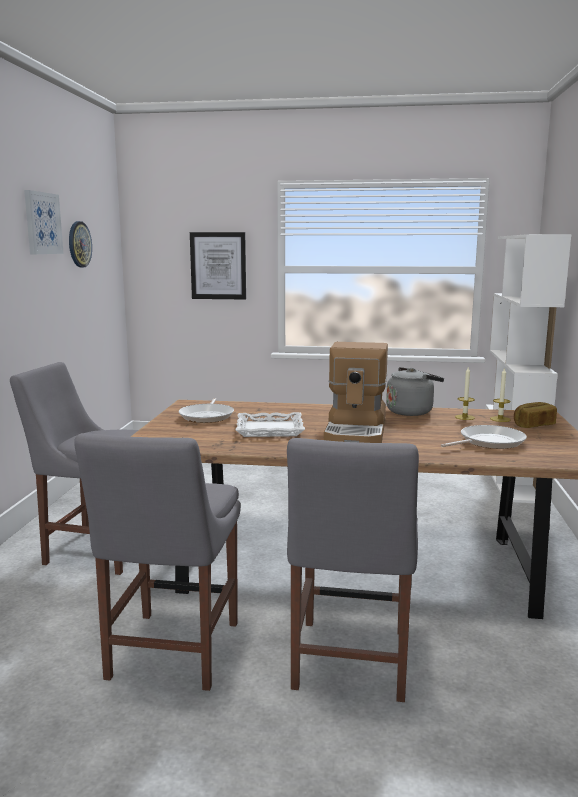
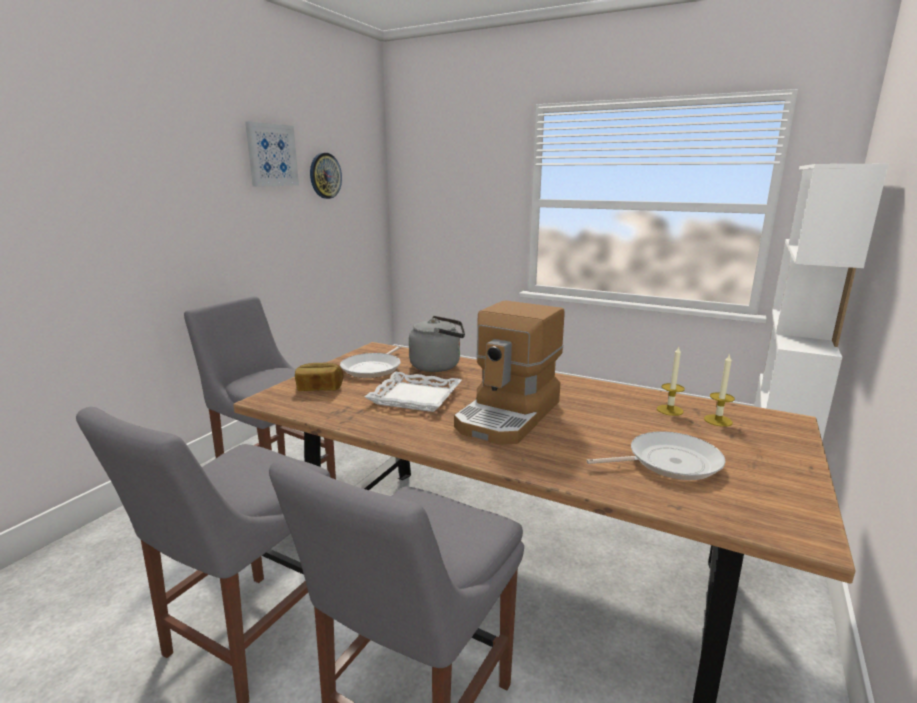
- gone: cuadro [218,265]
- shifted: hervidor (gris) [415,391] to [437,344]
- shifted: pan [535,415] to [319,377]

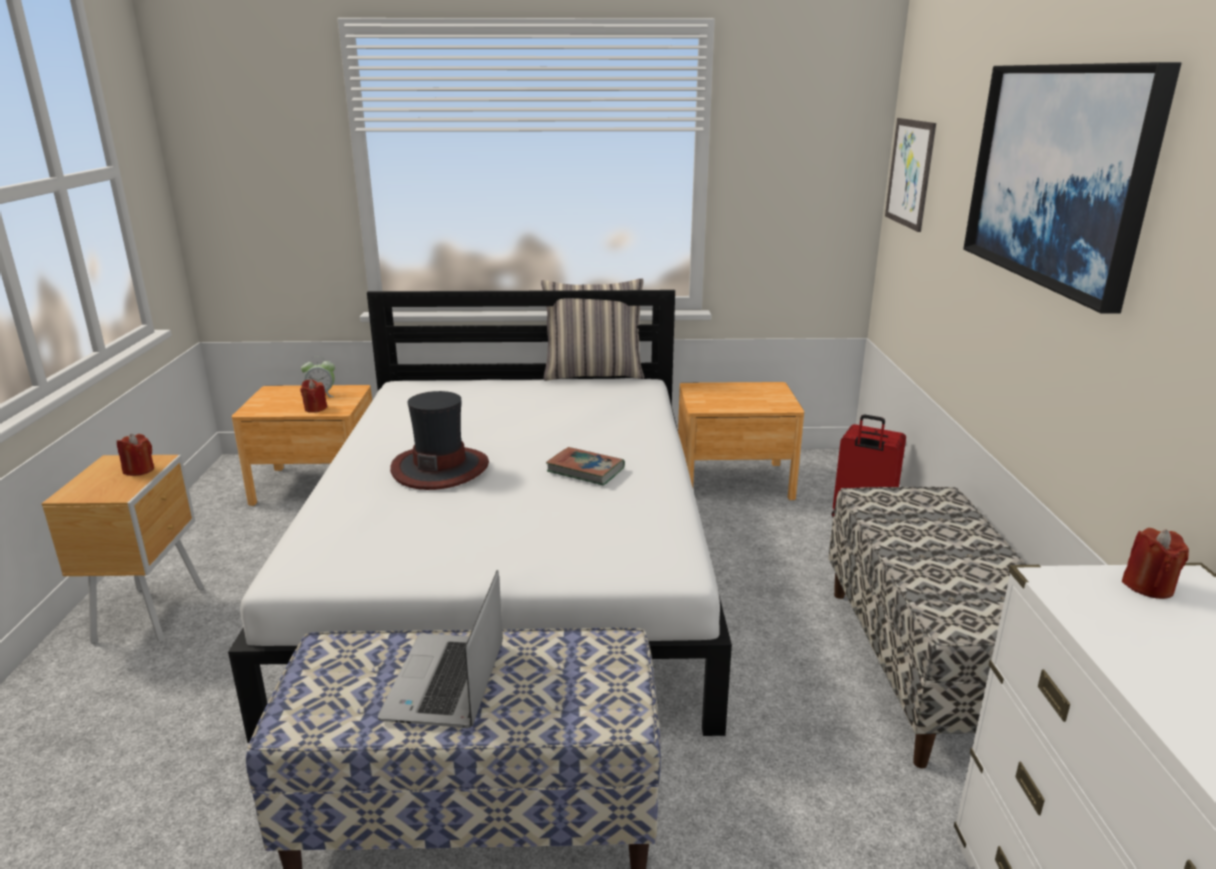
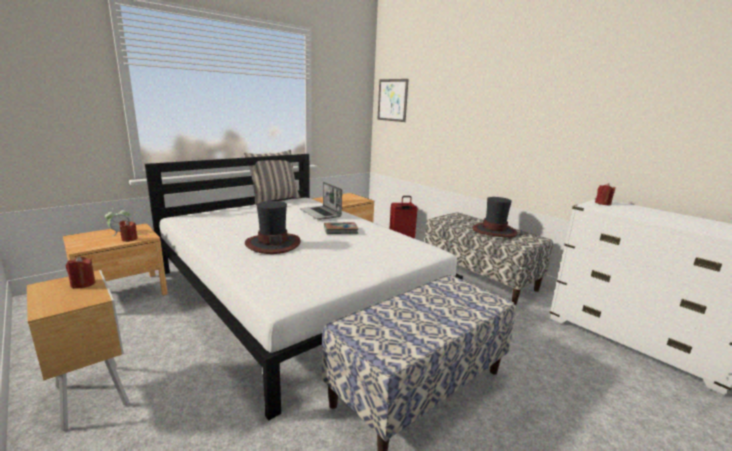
- gone: cuadro [1072,187]
- shifted: portátil [440,649] to [321,201]
- new: sombrero [495,217]

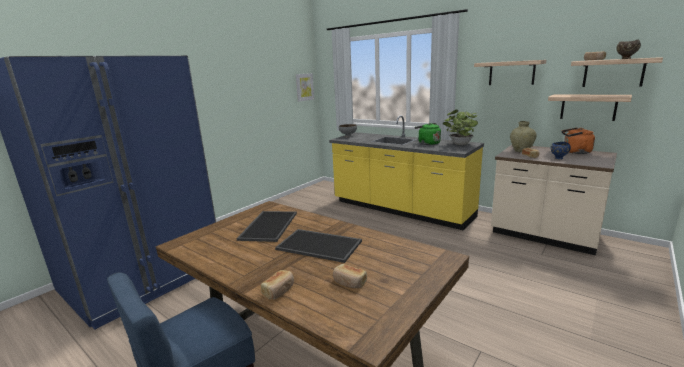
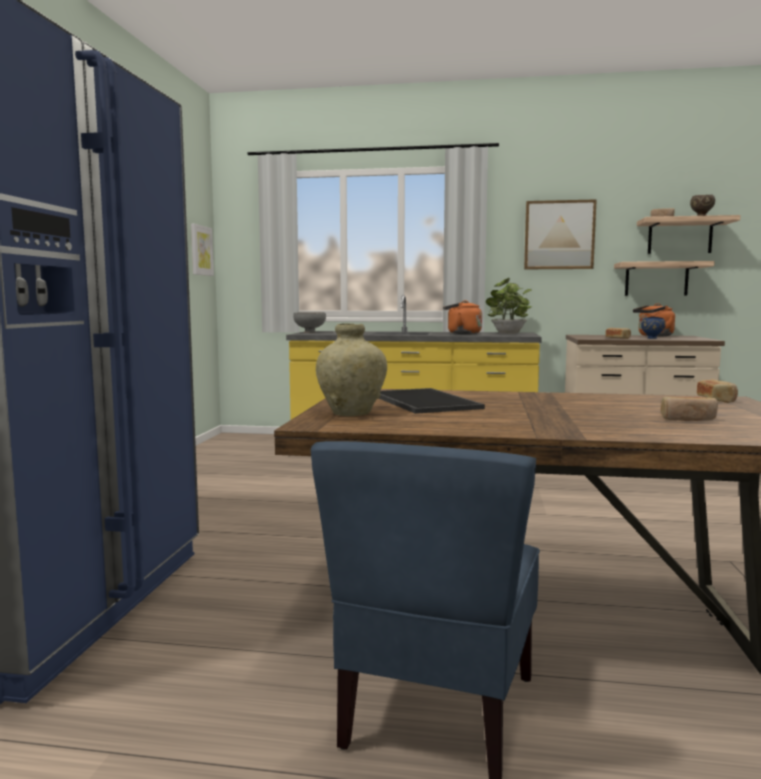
- swapped: estante [510,72] to cuadro [560,234]
- shifted: florero (beis) [523,136] to [351,369]
- repainted: hervidor (verde) [427,134] to hervidor (naranja) [462,317]
- gone: bandeja [318,246]
- shifted: pan [277,284] to [717,391]

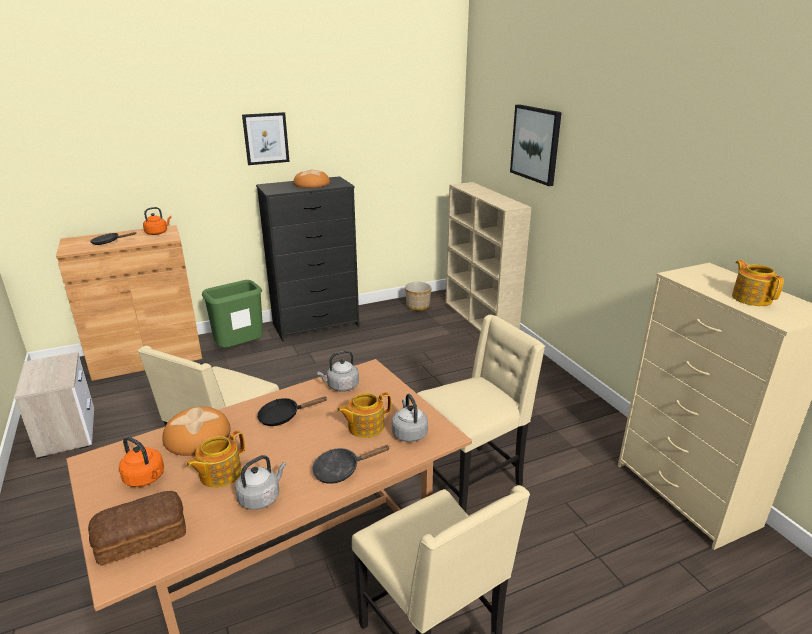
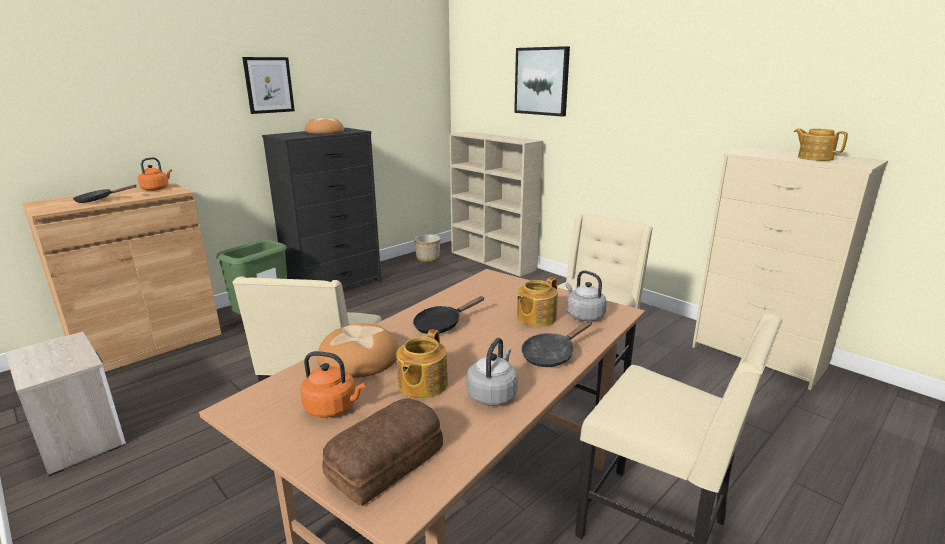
- gone: hervidor (gris) [338,371]

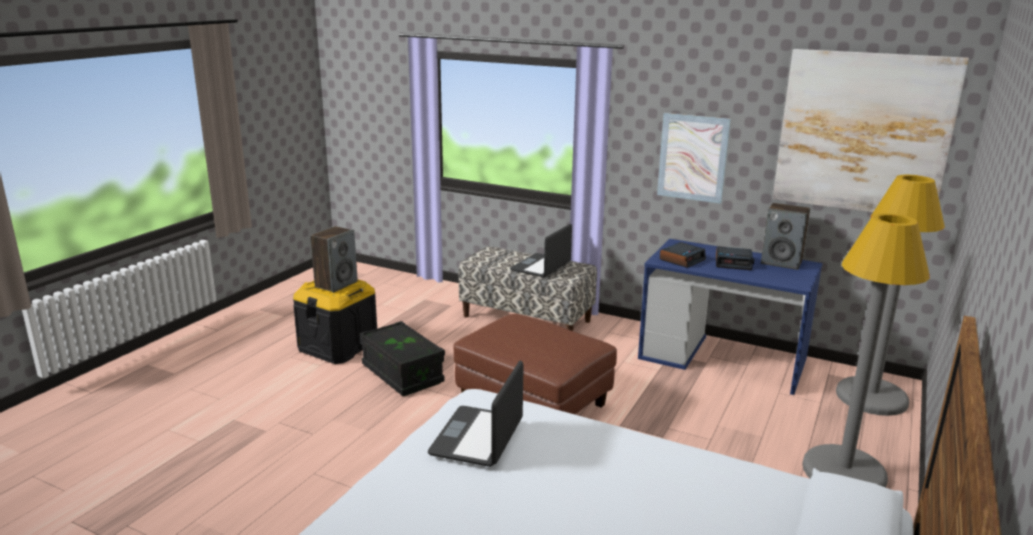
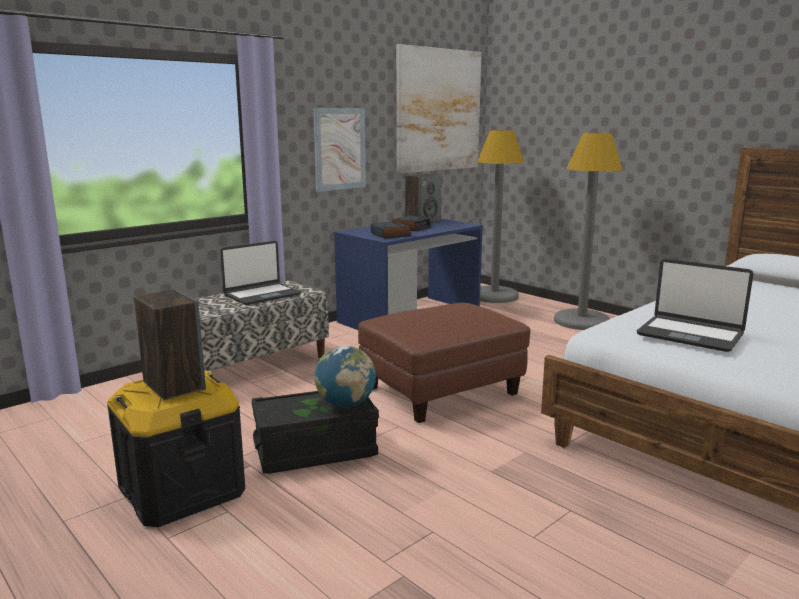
- rotated: portátil [541,251] = [260,273] 90 degrees counterclockwise
- new: globo terráqueo [345,376]

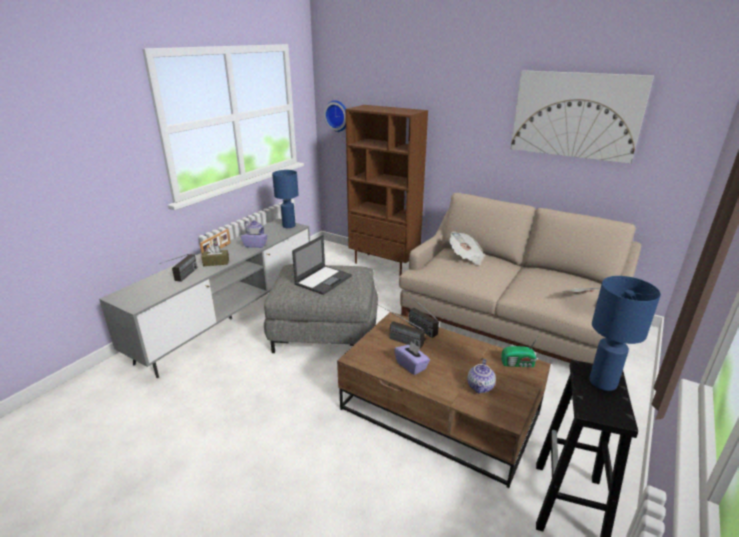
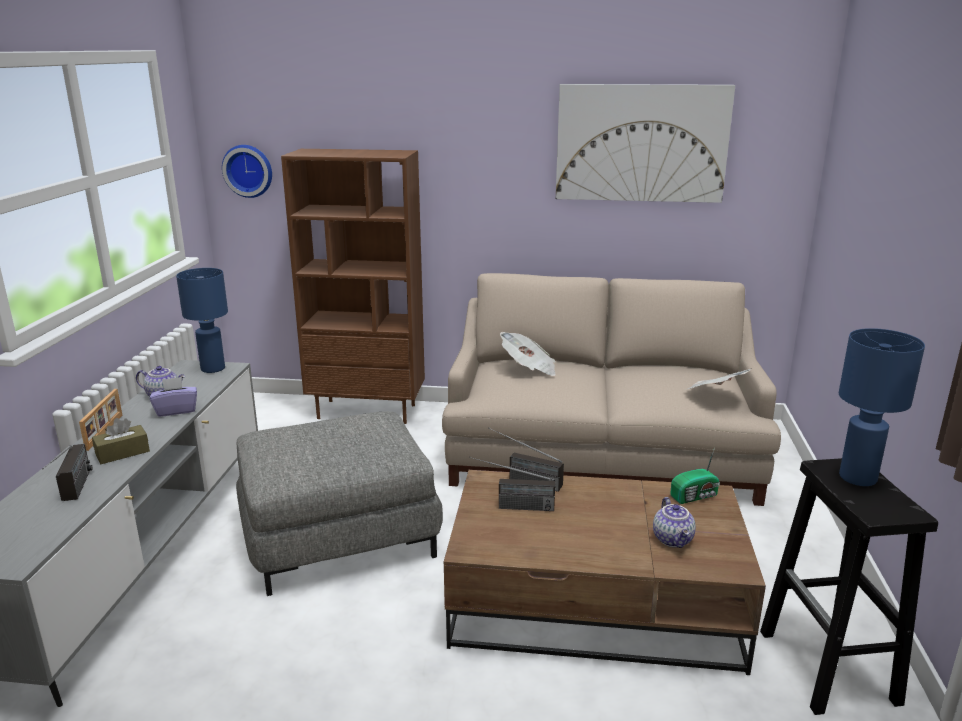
- gone: portátil [322,265]
- gone: caja de pañuelos (morado) [412,358]

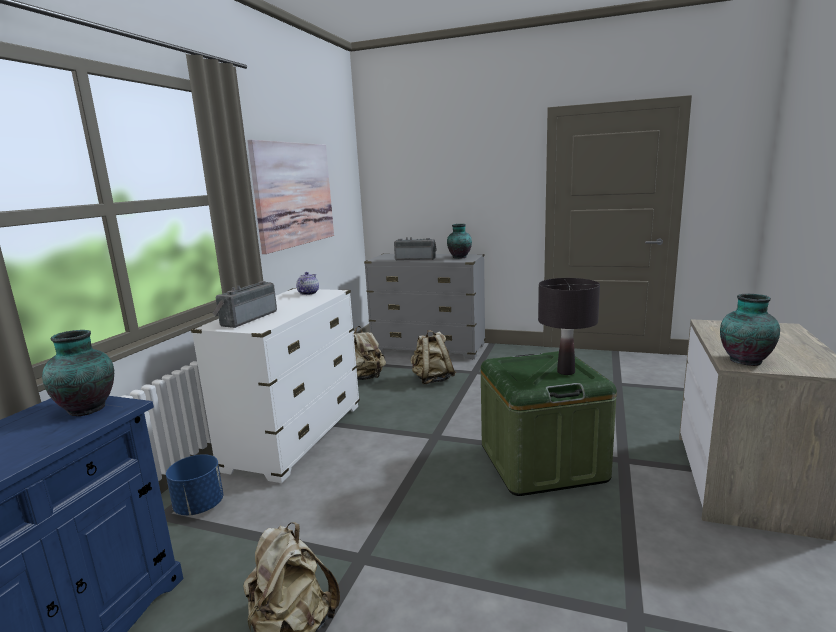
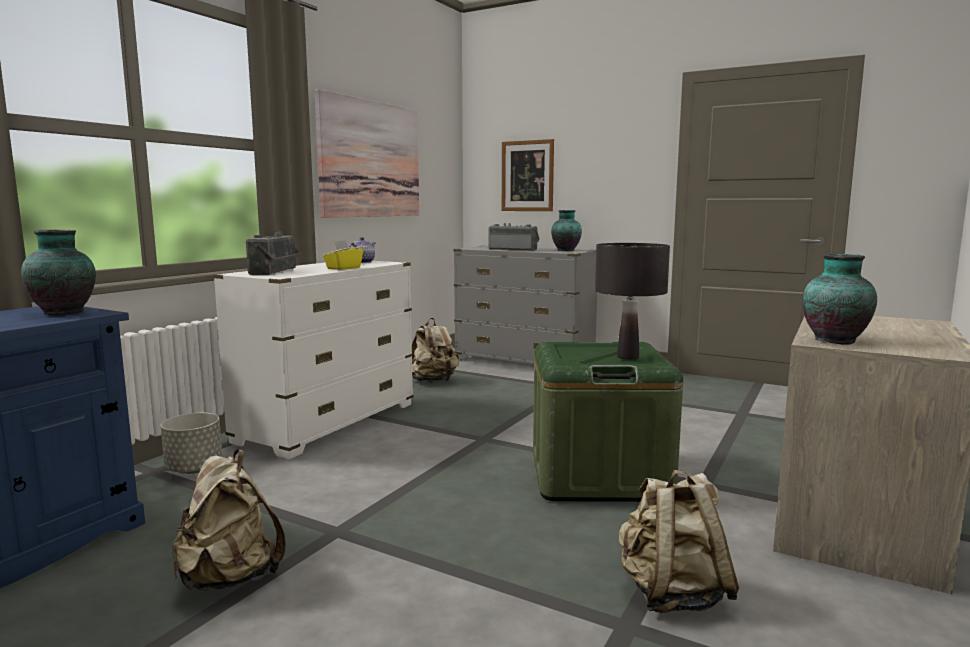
- rotated: radio [245,304] = [273,253] 150 degrees clockwise
- shifted: mochila (beis) [433,357] to [679,541]
- repainted: maceta (azul) [194,485] to maceta (gris) [191,443]
- new: cuadro [528,175]
- new: caja de pañuelos (amarillo) [343,255]

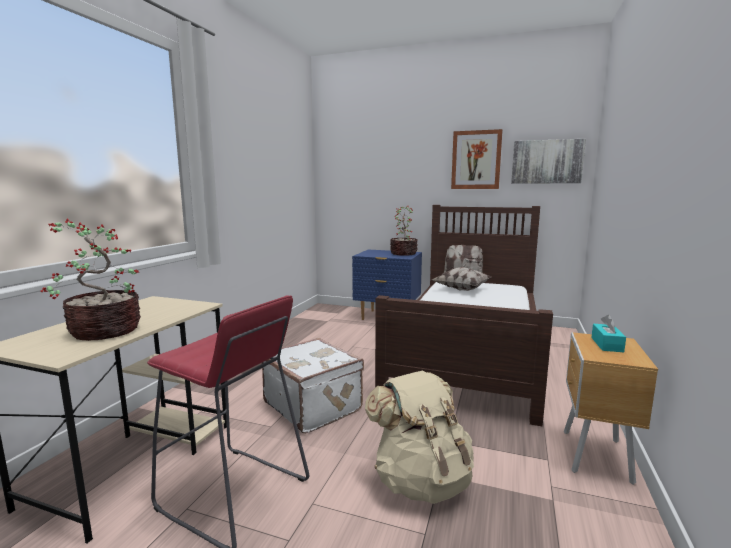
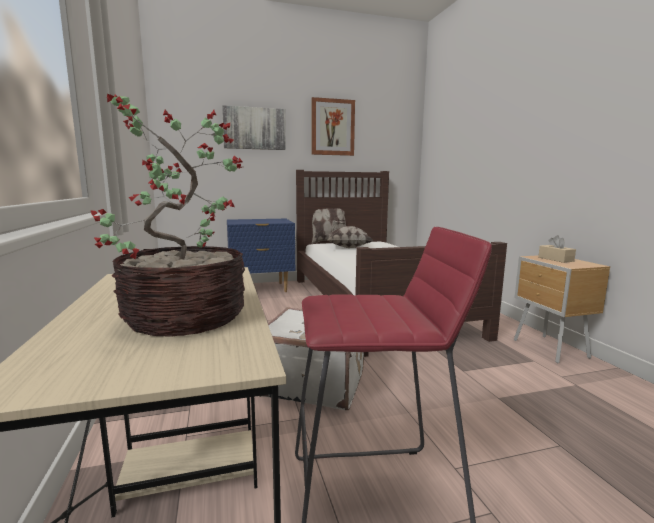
- shifted: cuadro [548,161] to [254,127]
- gone: planta en maceta [404,231]
- repainted: caja de pañuelos (turquesa) [608,333] to caja de pañuelos (beis) [557,249]
- gone: mochila (beis) [419,437]

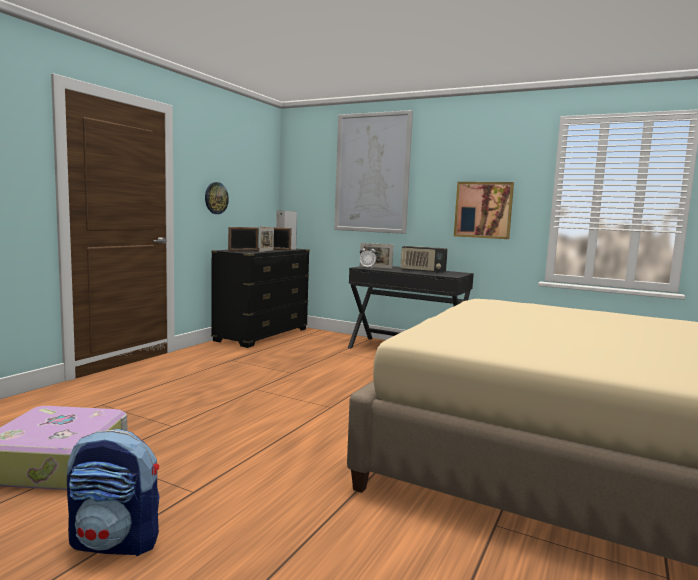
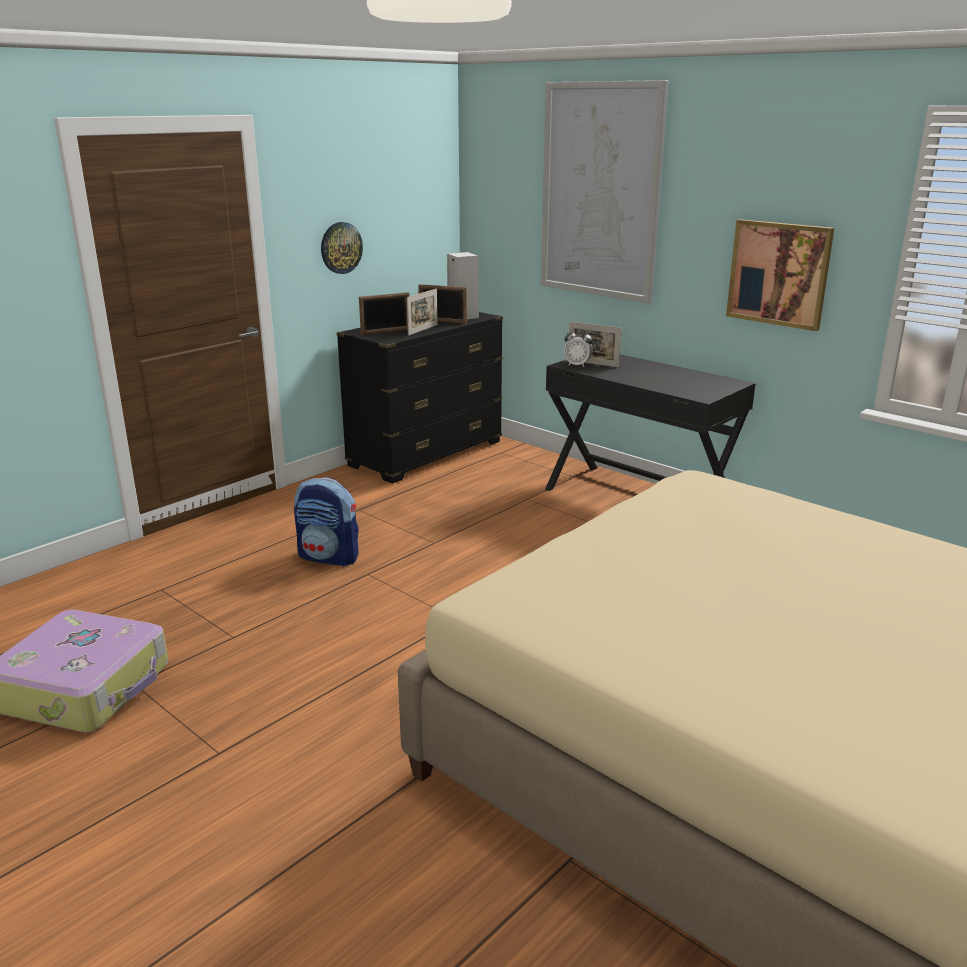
- gone: radio [424,259]
- shifted: mochila [113,492] to [326,522]

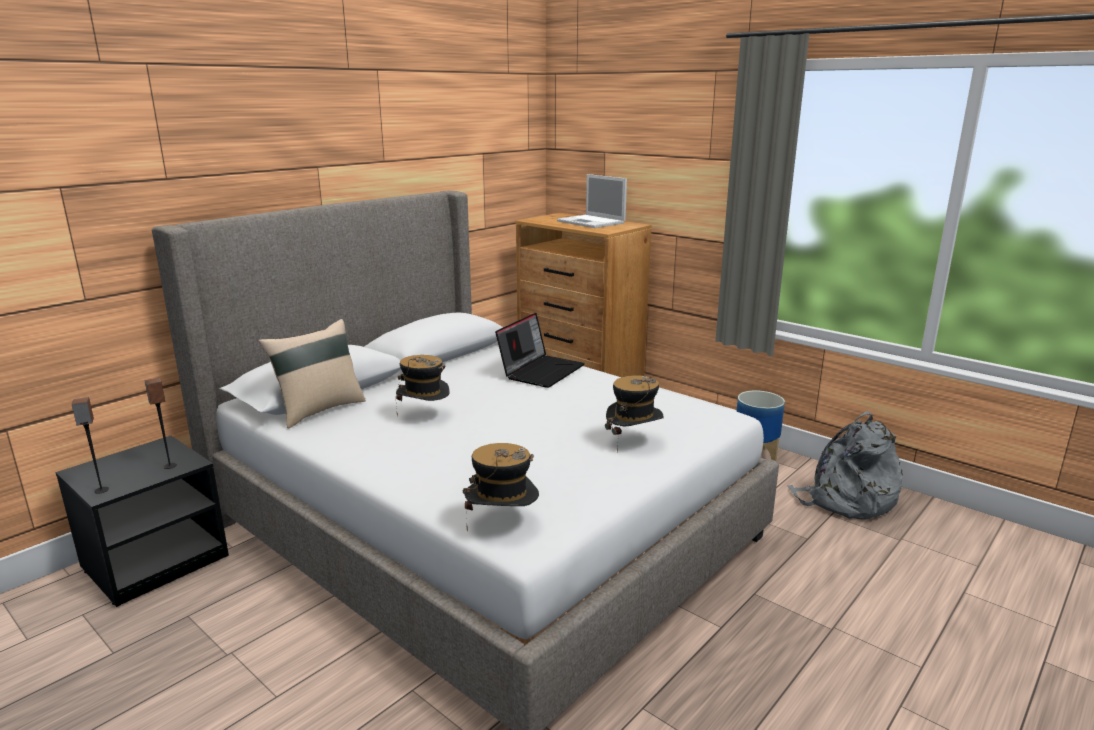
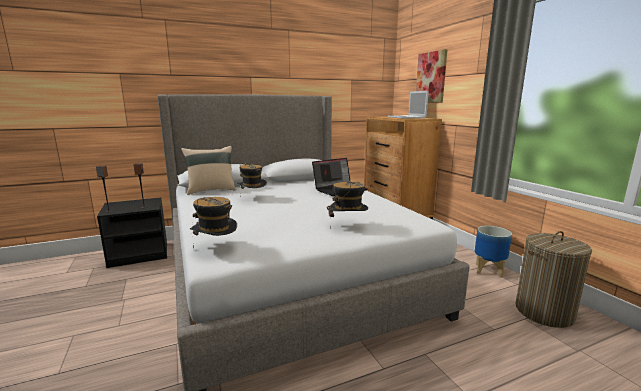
- swapped: mochila (gris) [845,465] to cesto de la ropa [554,279]
- new: cuadro [432,76]

